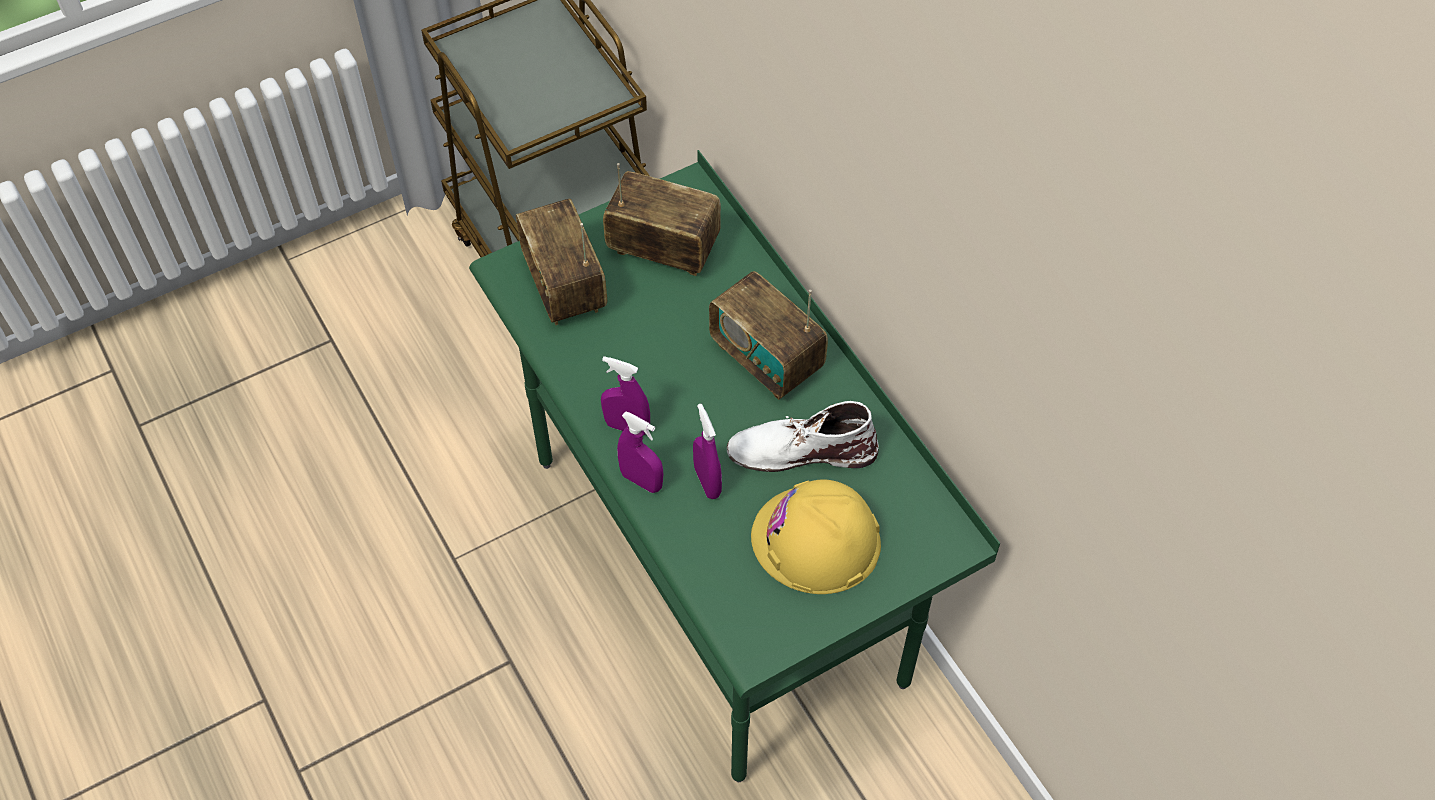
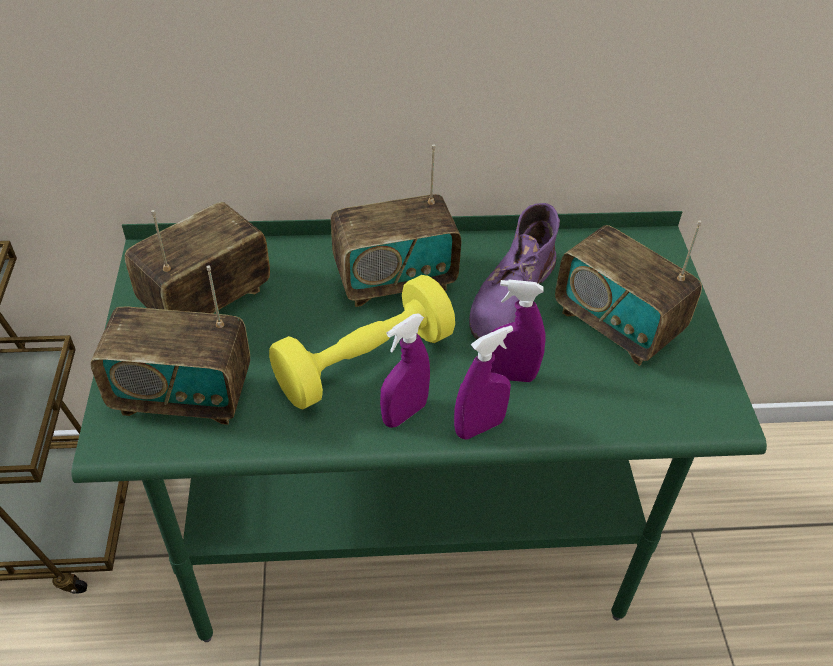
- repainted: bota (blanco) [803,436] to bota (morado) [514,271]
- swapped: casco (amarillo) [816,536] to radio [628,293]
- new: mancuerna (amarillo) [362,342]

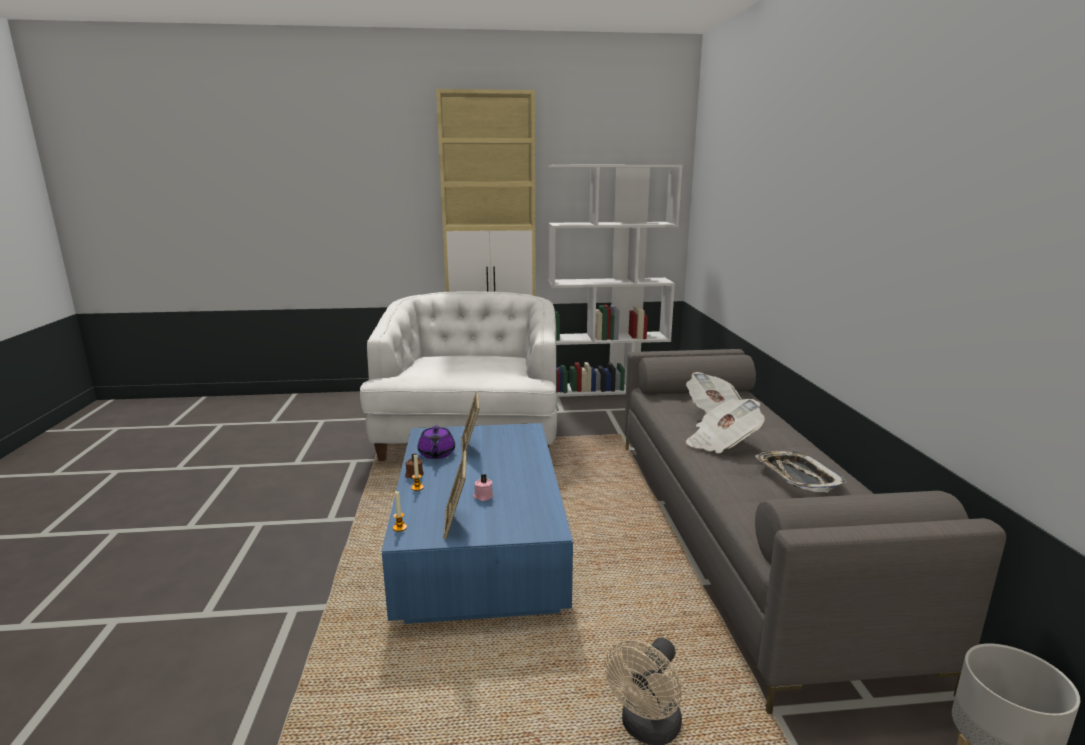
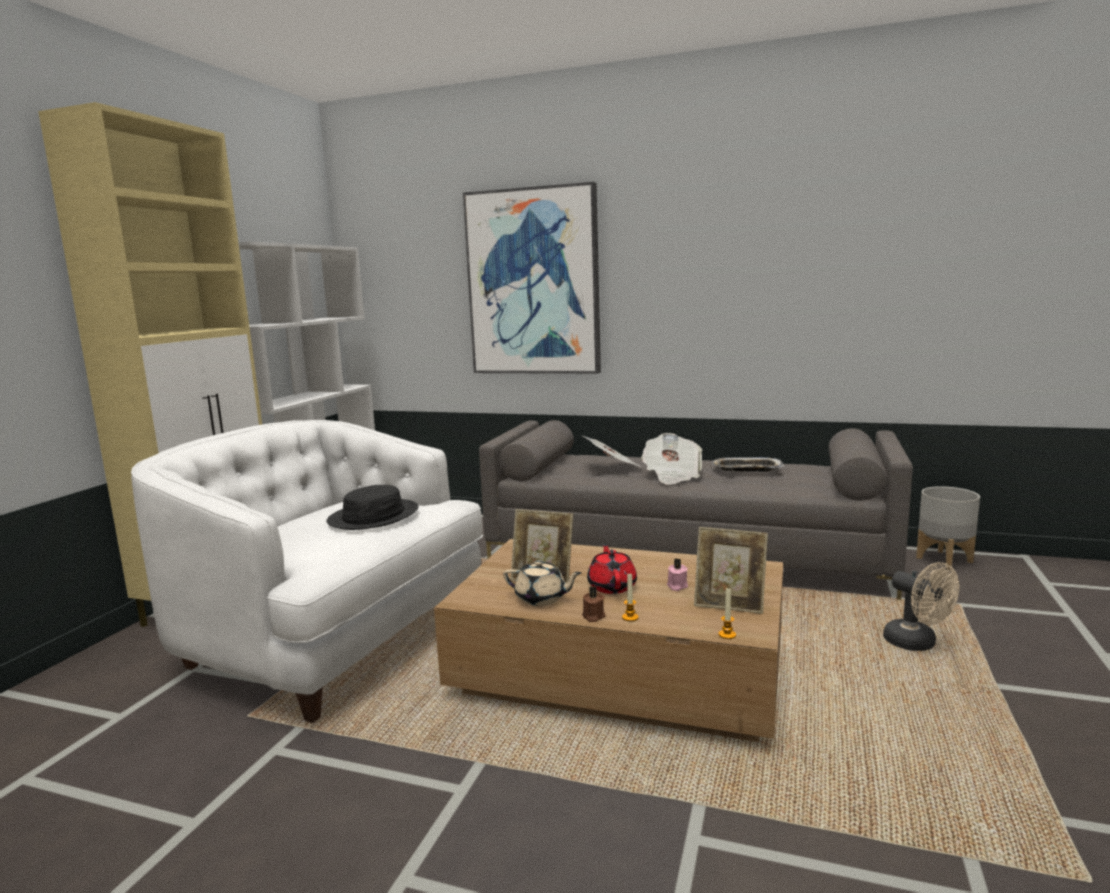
- repainted: mesa de centro (azul) [477,523] to mesa de centro (marrón) [608,640]
- repainted: tetera (morado) [436,442] to tetera (beis) [542,583]
- new: cuadro [532,278]
- new: sombrero (negro) [372,507]
- new: tetera (rojo) [612,568]

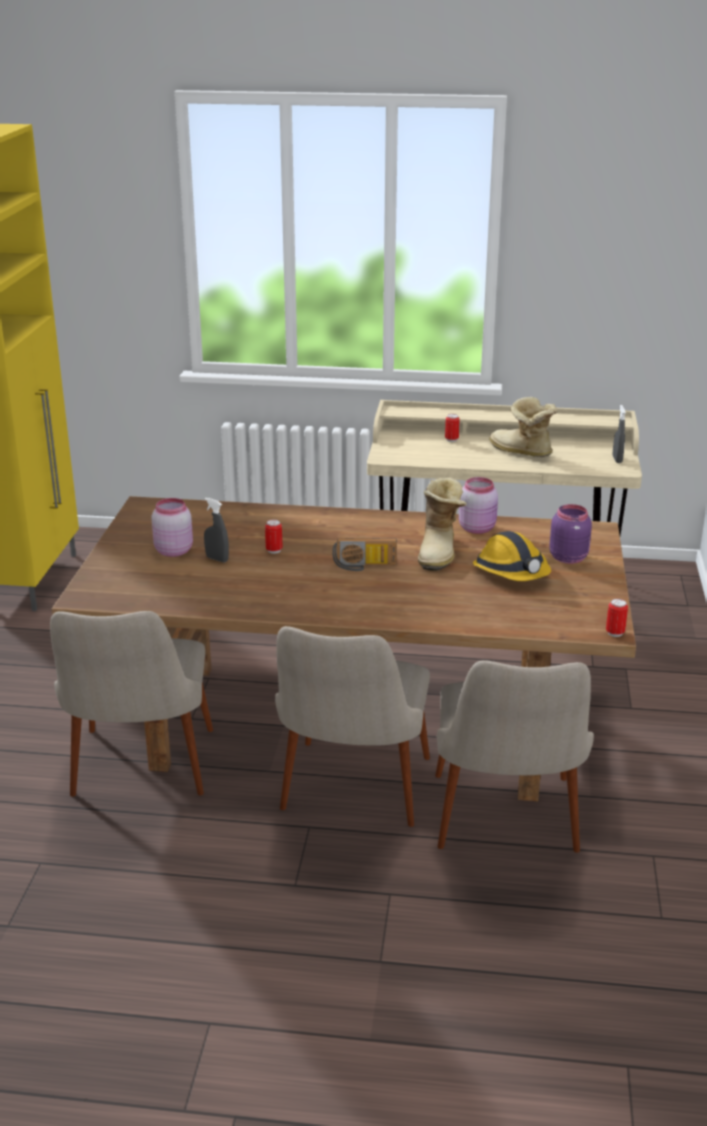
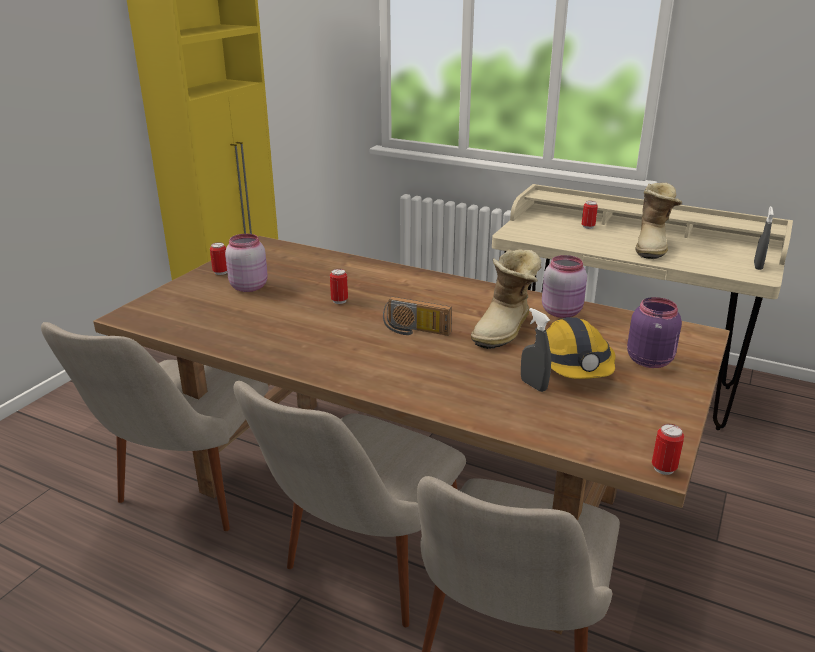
- rotated: bota [523,427] = [658,221] 135 degrees counterclockwise
- shifted: pulverizador (gris) [216,530] to [536,350]
- new: lata [218,258]

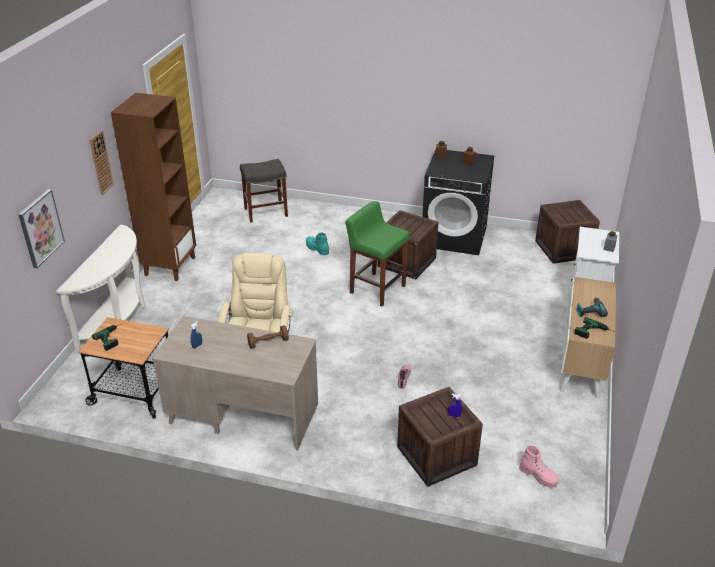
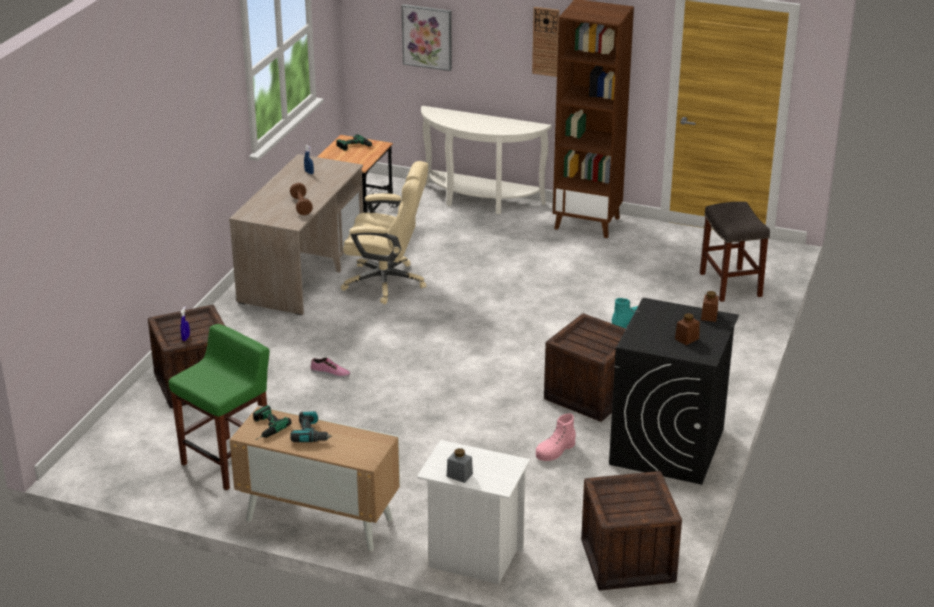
- shifted: taburete (verde) [377,254] to [219,407]
- shifted: bota (rosa) [539,466] to [556,437]

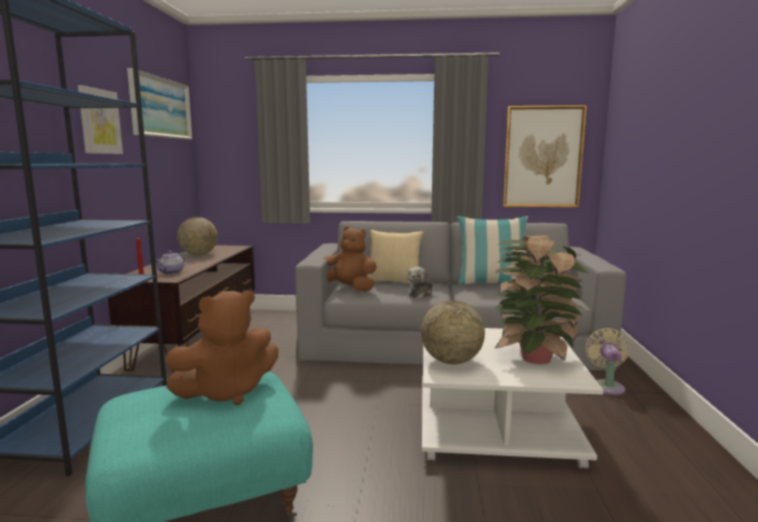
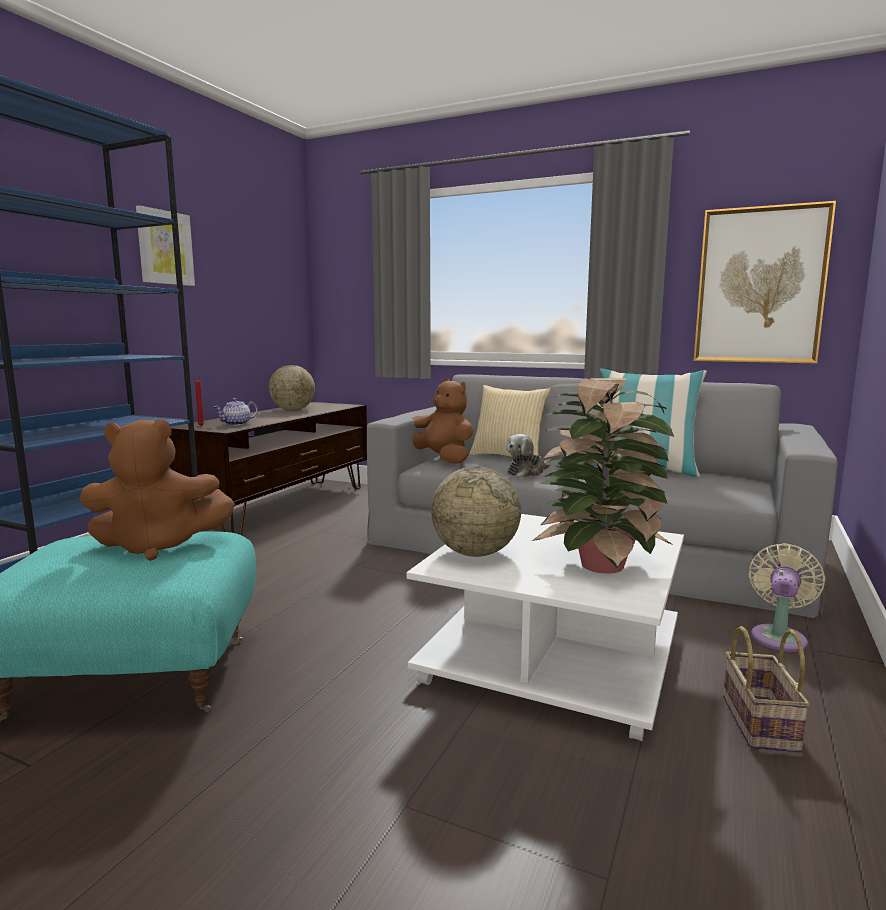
- gone: cuadro [160,104]
- new: cesta [766,689]

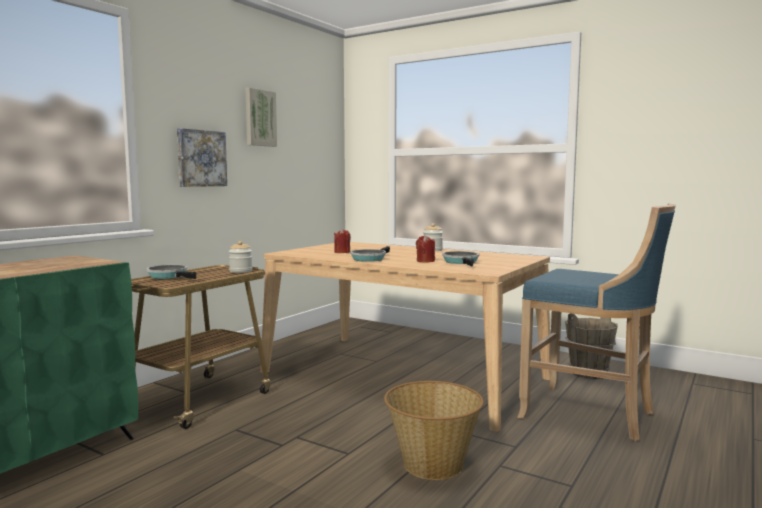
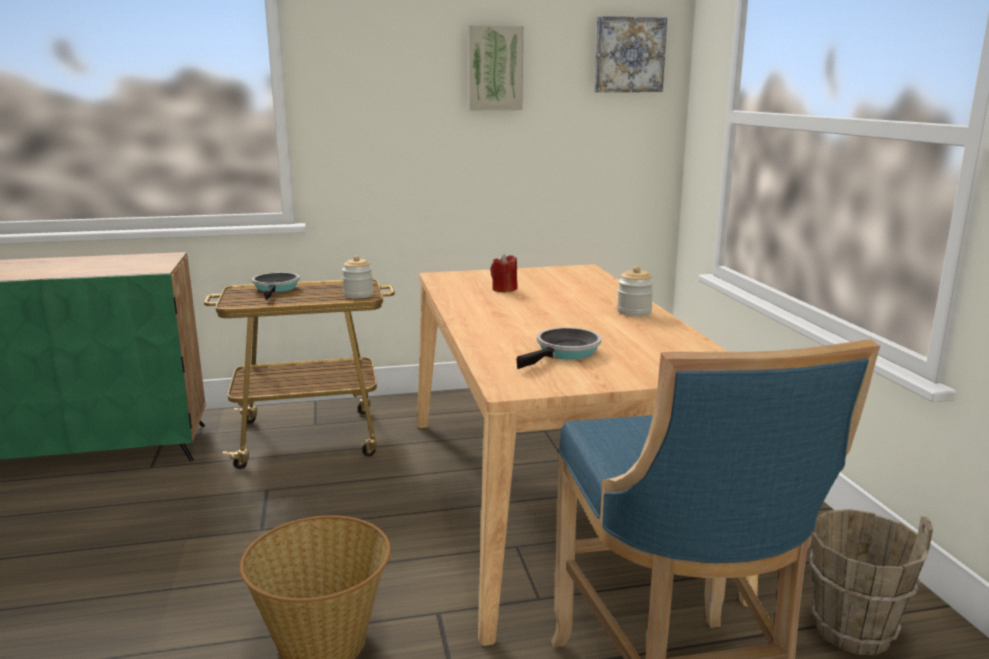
- shifted: cuadro [202,157] to [631,54]
- gone: vela (rojo) [425,249]
- gone: sartén [370,254]

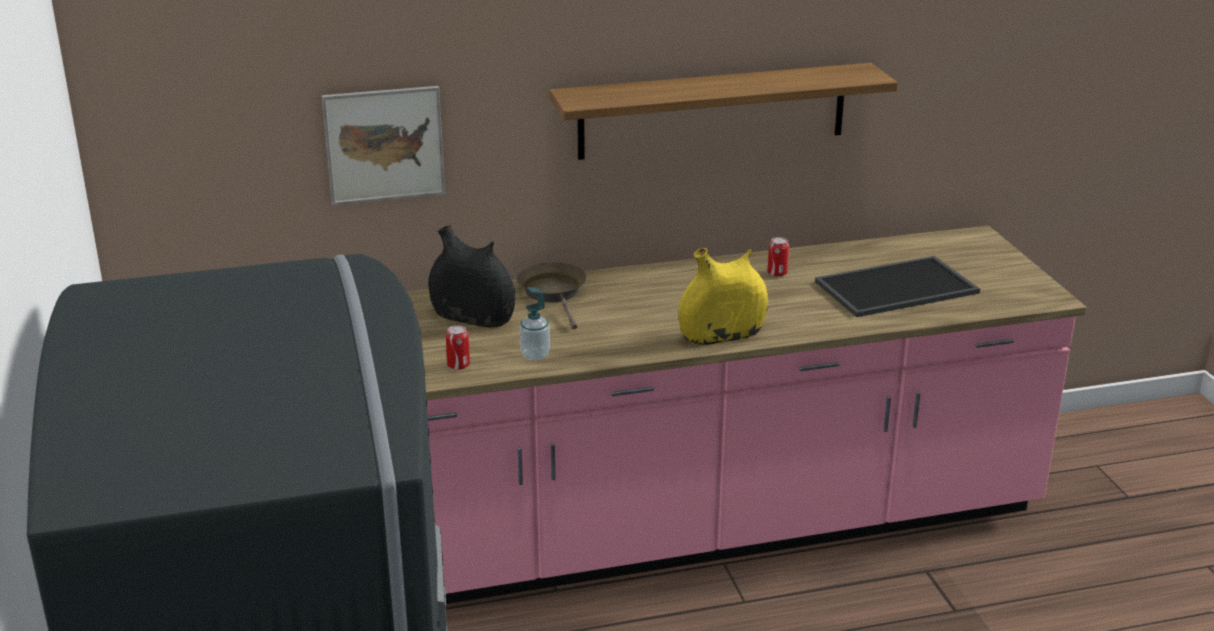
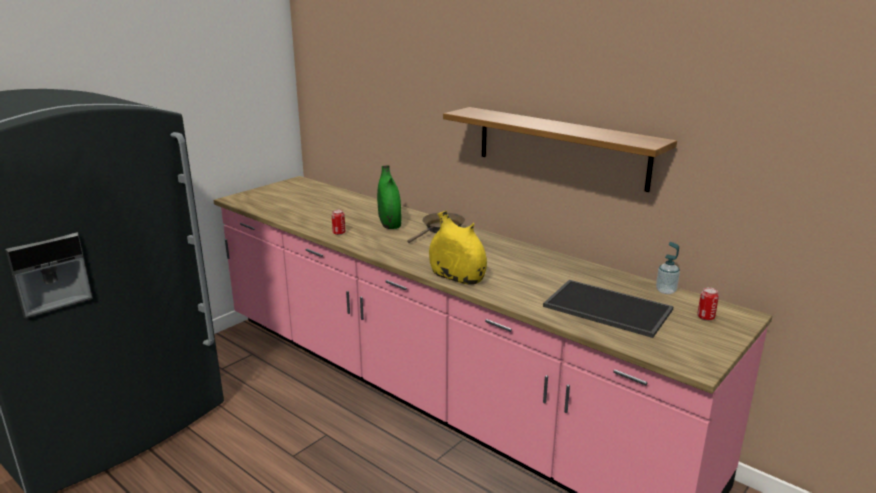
- gone: cuadro [383,145]
- repainted: florero (negro) [471,276] to florero (verde) [389,197]
- shifted: lata [778,257] to [708,304]
- shifted: dispensador de jabón [535,323] to [668,268]

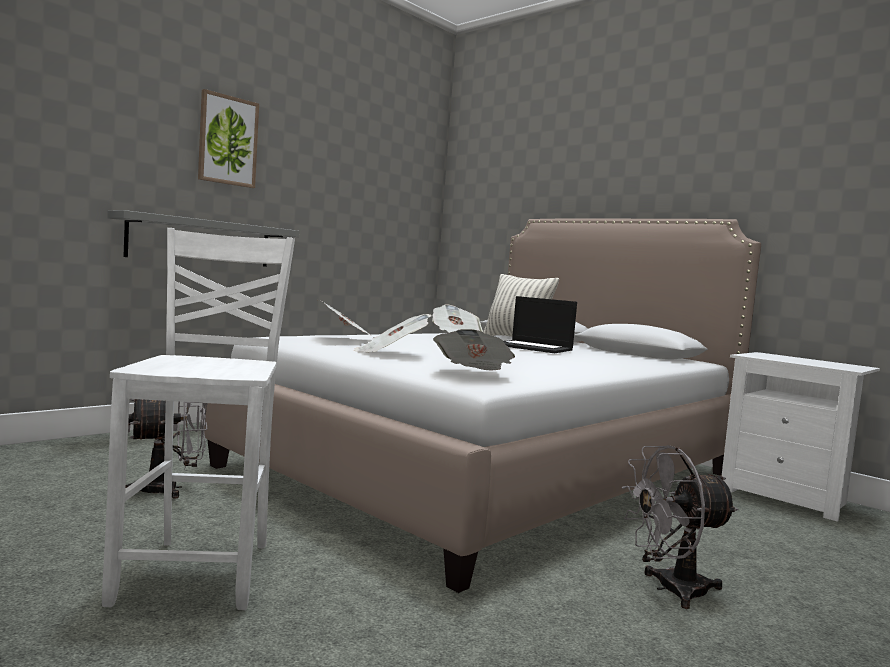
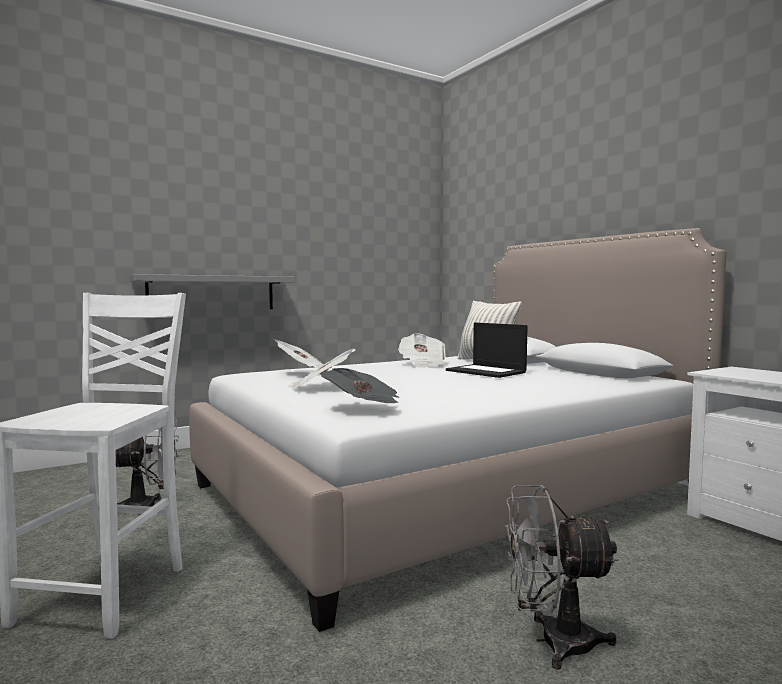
- gone: cuadro [228,138]

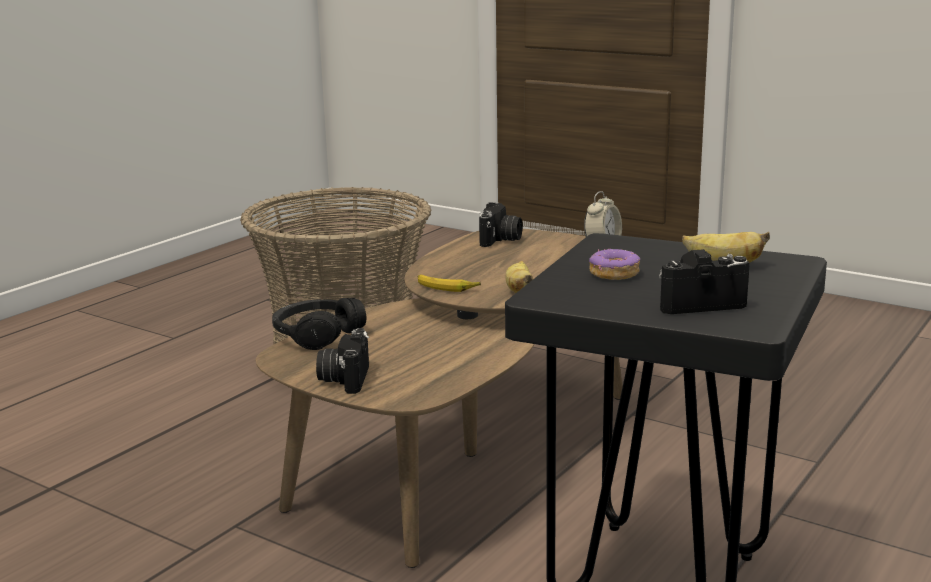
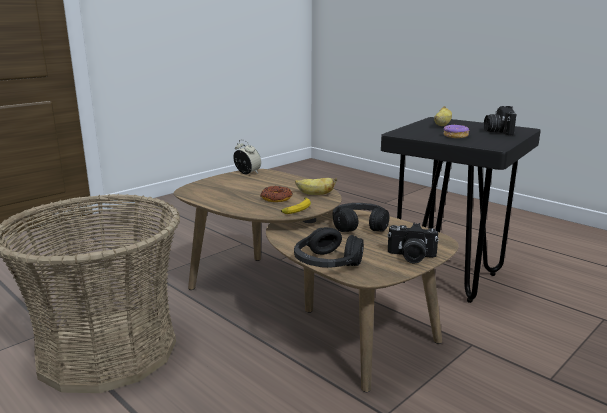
- gone: cámara [501,224]
- new: rosquilla [276,194]
- new: auriculares (negro) [360,217]

